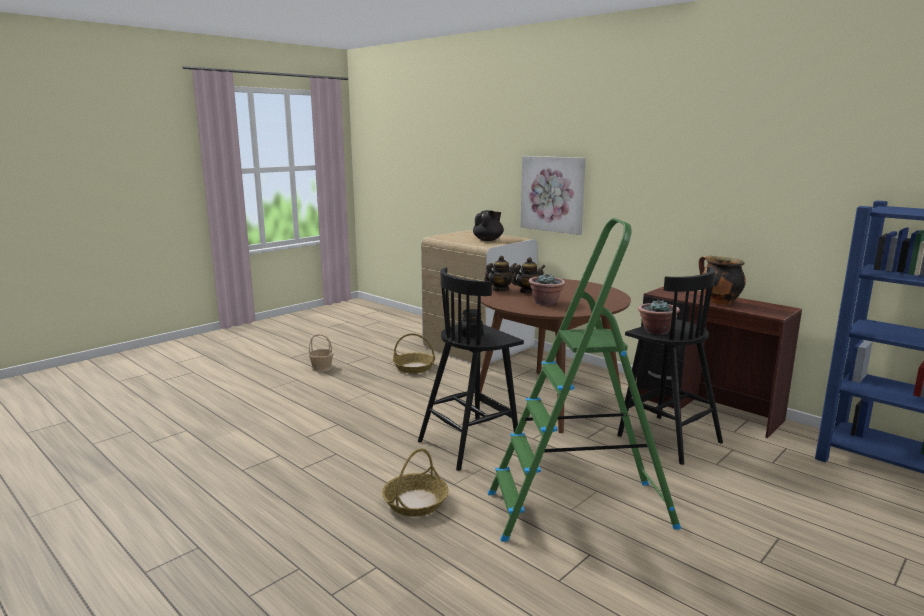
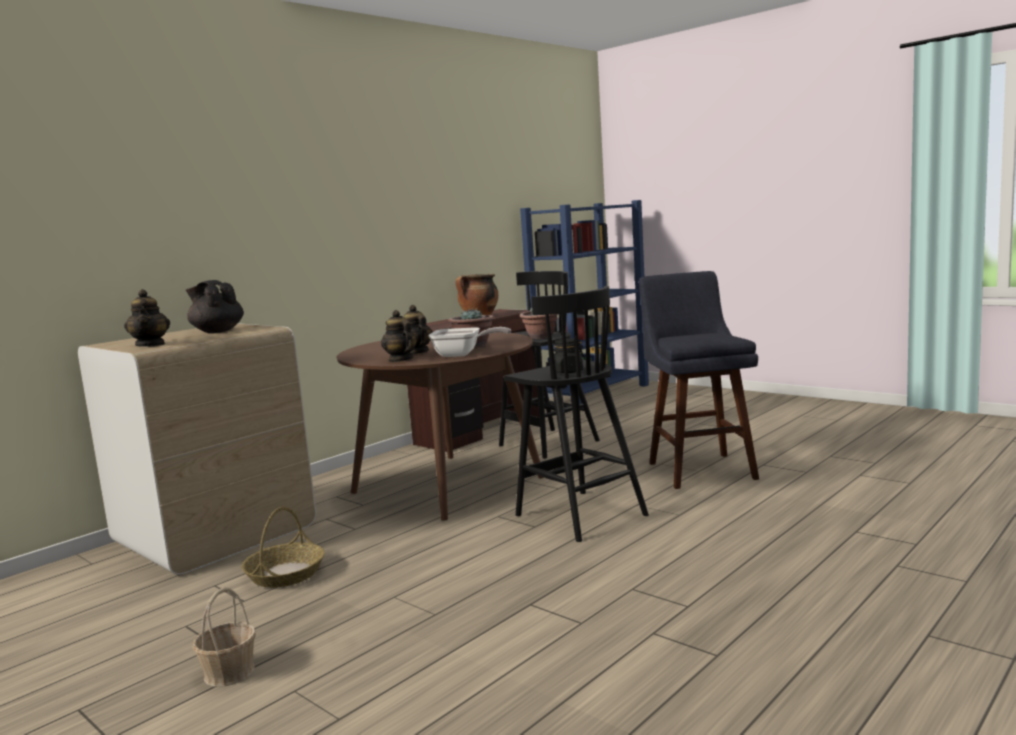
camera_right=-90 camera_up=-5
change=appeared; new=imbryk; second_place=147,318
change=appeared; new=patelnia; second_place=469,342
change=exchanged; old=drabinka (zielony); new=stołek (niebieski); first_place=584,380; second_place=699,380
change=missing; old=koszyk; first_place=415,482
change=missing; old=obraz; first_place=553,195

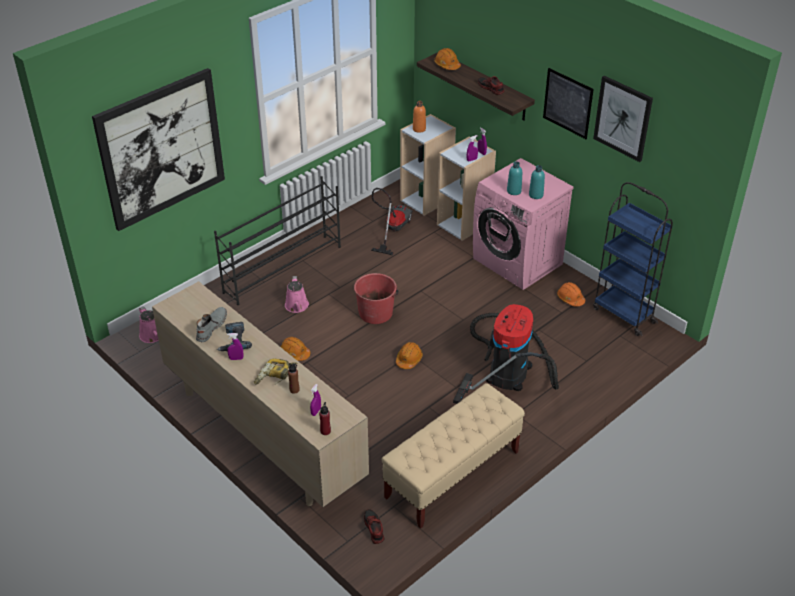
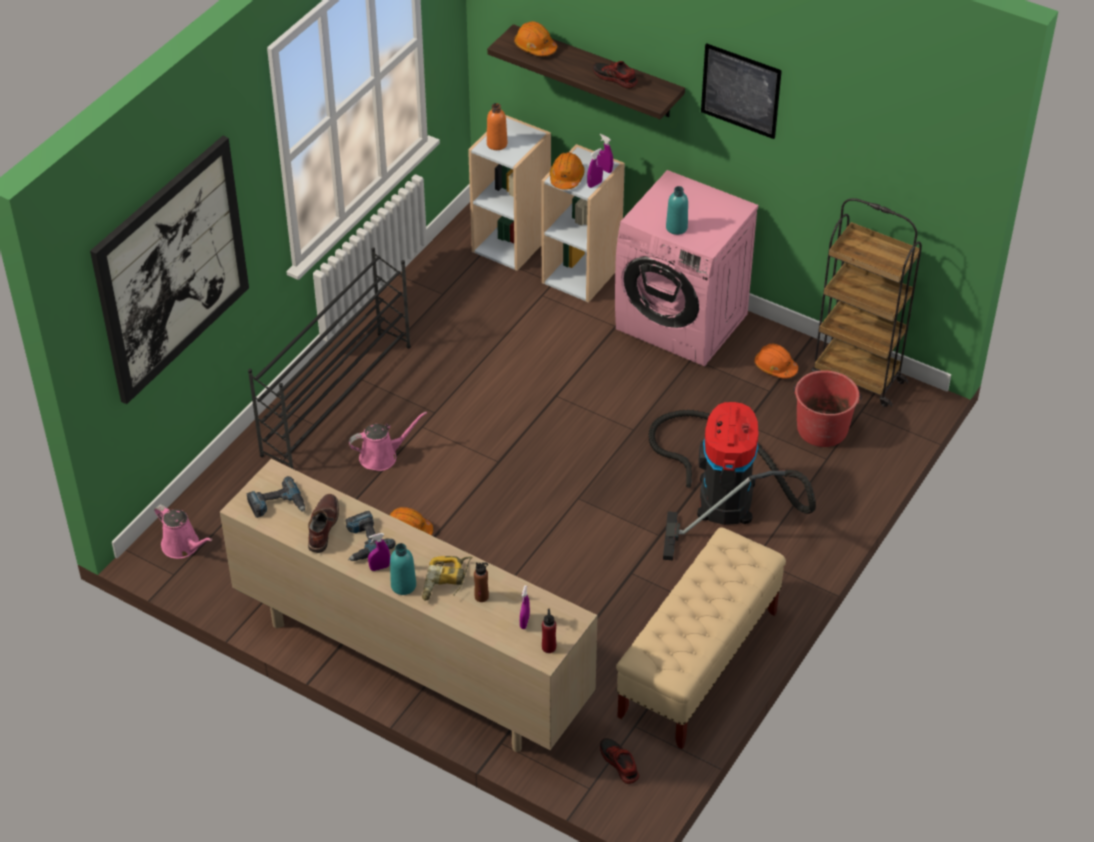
camera_right=-15 camera_up=5
change=appeared; new=wiertarka; second_place=276,497
change=colour; old=but z cholewką (szary); new=but z cholewką (brązowy); first_place=211,324; second_place=323,523
change=spun; old=konewka (różowy); first_place=297,294; second_place=388,441; degrees=-90
change=relocated; old=butelka (turkusowy); first_place=537,182; second_place=403,569
change=relocated; old=kask (pomarańczowy); first_place=409,355; second_place=567,171
change=relocated; old=wiadro (czerwony); first_place=376,298; second_place=827,408
change=colour; old=wózek (niebieski); new=wózek (brązowy); first_place=633,259; second_place=866,302
change=missing; old=odkurzacz; first_place=392,221
change=missing; old=obraz; first_place=623,119

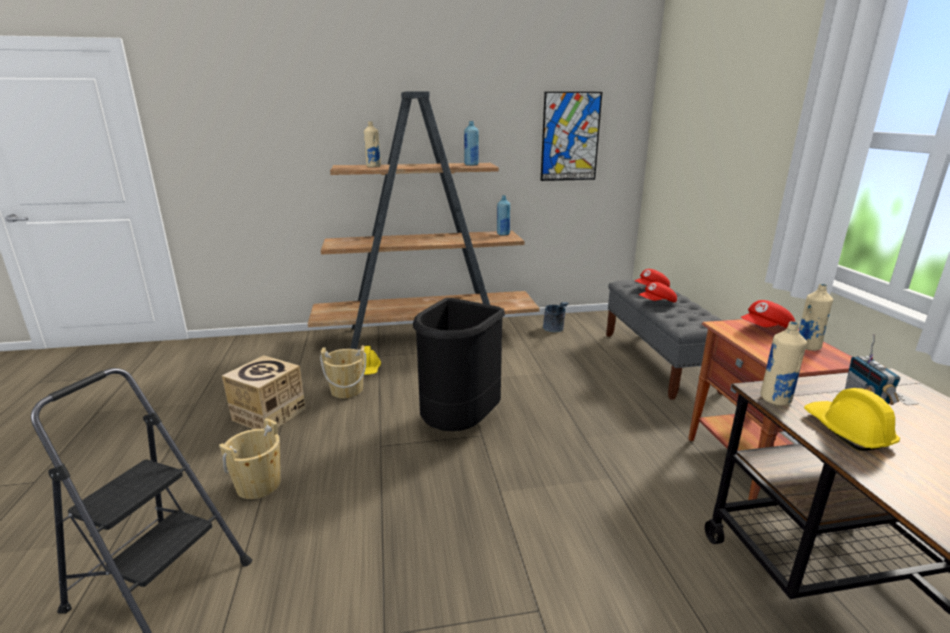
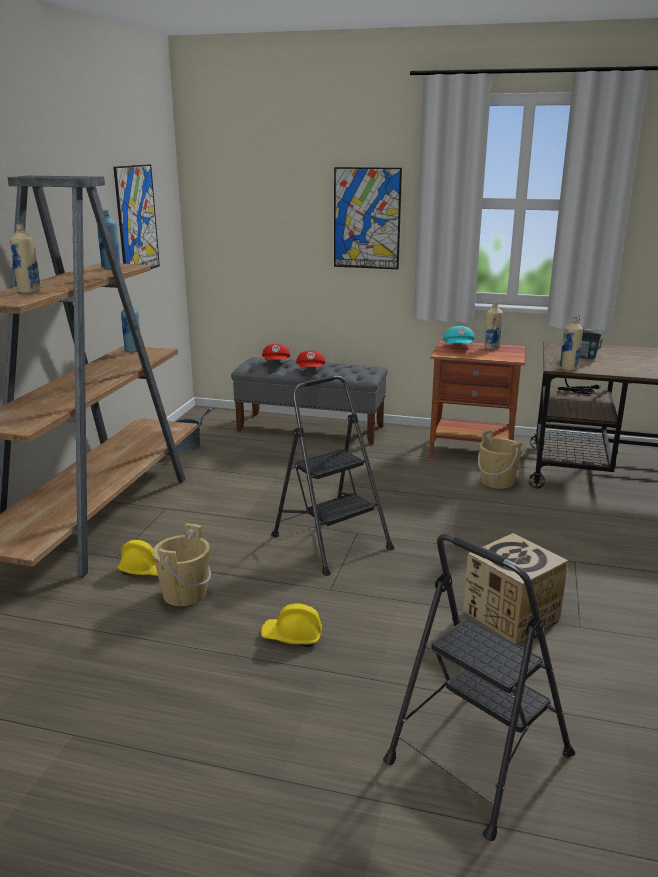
camera_right=-65 camera_up=0
change=relocated; old=kask (żółty); first_place=852,419; second_place=291,625
change=exchanged; old=kosz na śmieci (czarny); new=drabinka (czarny); first_place=459,364; second_place=333,475
change=appeared; new=obraz; second_place=368,218
change=colour; old=czapka z daszkiem (czerwony); new=czapka z daszkiem (turkusowy); first_place=767,314; second_place=459,335
change=relocated; old=karton; first_place=264,392; second_place=515,588
change=relocated; old=wiadro (beżowy); first_place=249,458; second_place=500,459

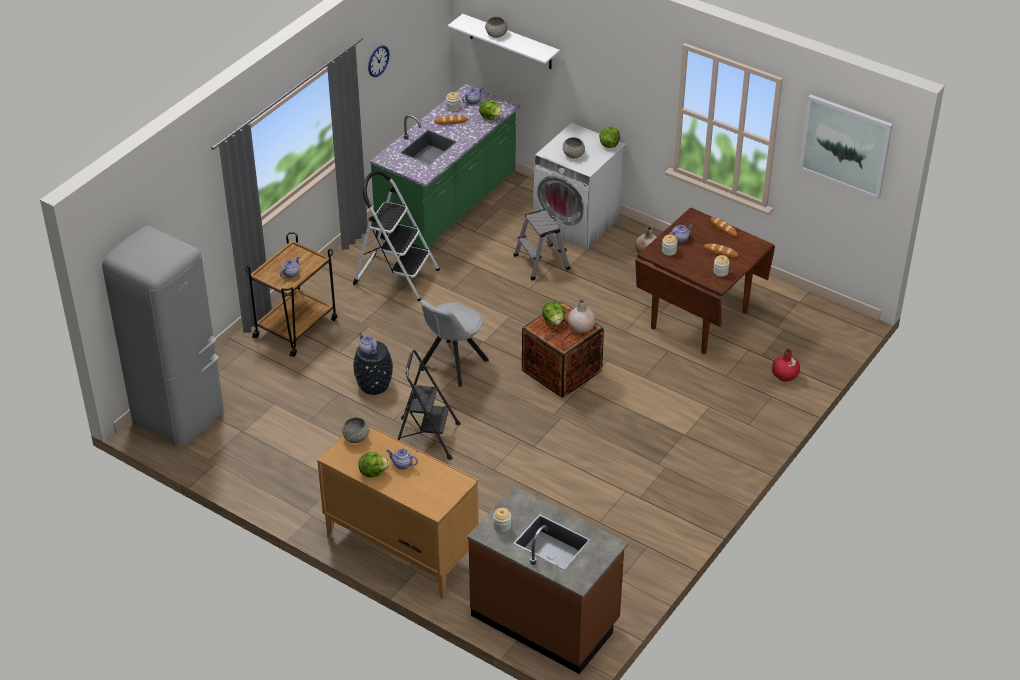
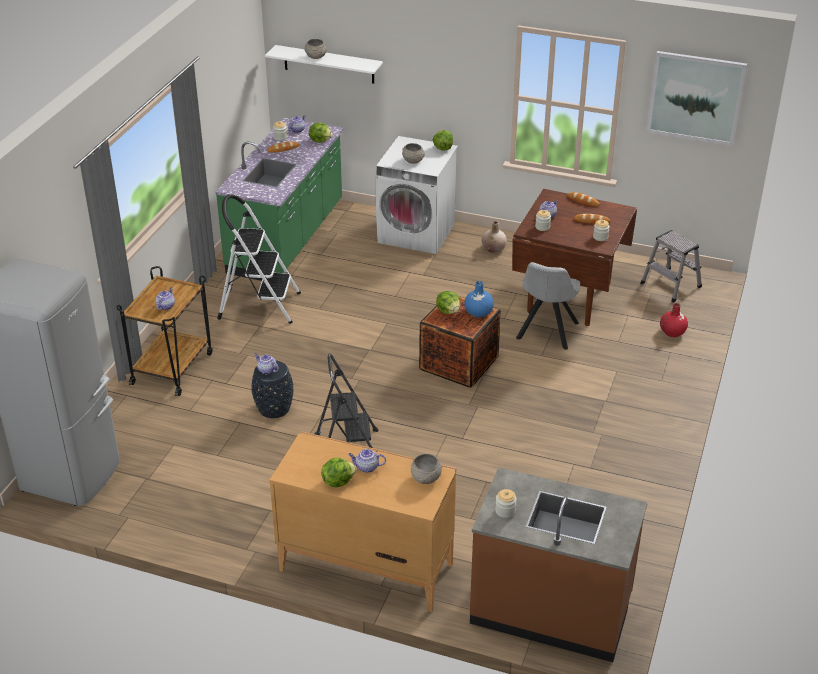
camera_right=-15 camera_up=-5
change=relocated; old=miska (szary); first_place=356,430; second_place=426,469
change=colour; old=wazon (beżowy); new=wazon (niebieski); first_place=581,316; second_place=479,299
change=relocated; old=krzesło (szary); first_place=454,343; second_place=548,306
change=relocated; old=drabinka (szary); first_place=542,245; second_place=671,266
change=missing; old=zegar ścienny; first_place=378,61

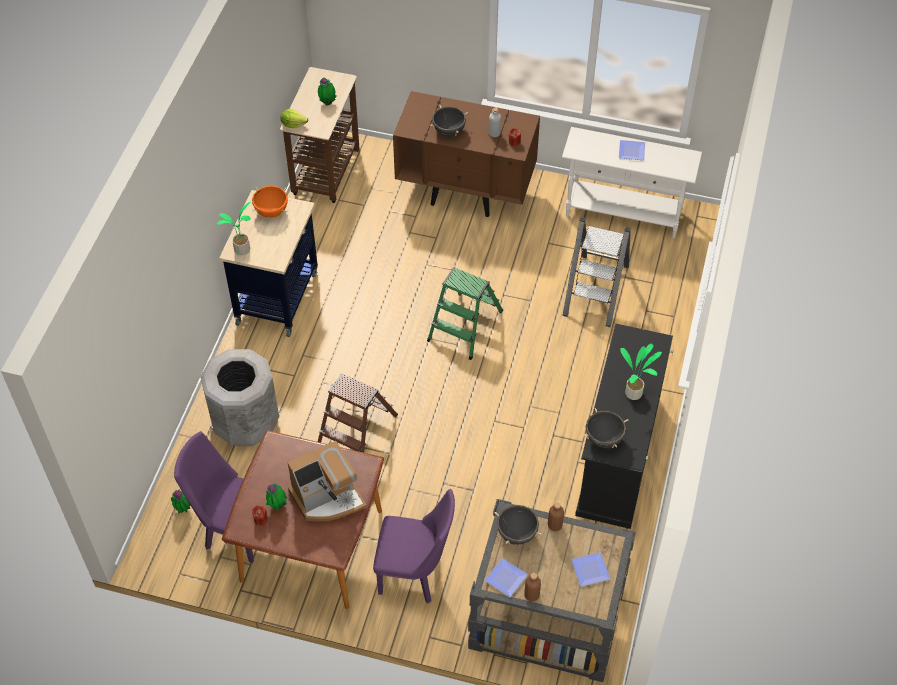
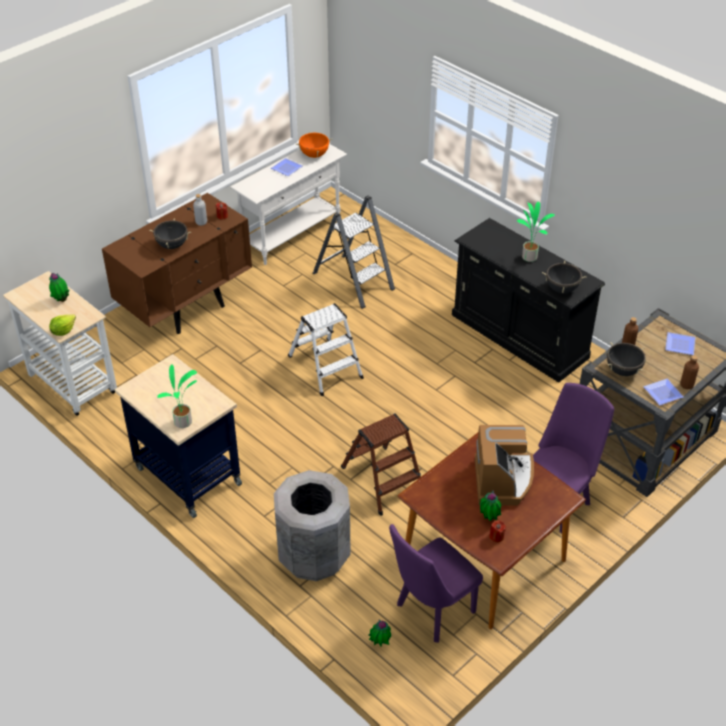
camera_right=-60 camera_up=-10
change=colour; old=wózek (brązowy); new=wózek (biały); first_place=320,135; second_place=60,343
change=colour; old=drabinka (zielony); new=drabinka (biały); first_place=465,313; second_place=326,349
change=relocated; old=garnek (pomarańczowy); first_place=270,202; second_place=314,145

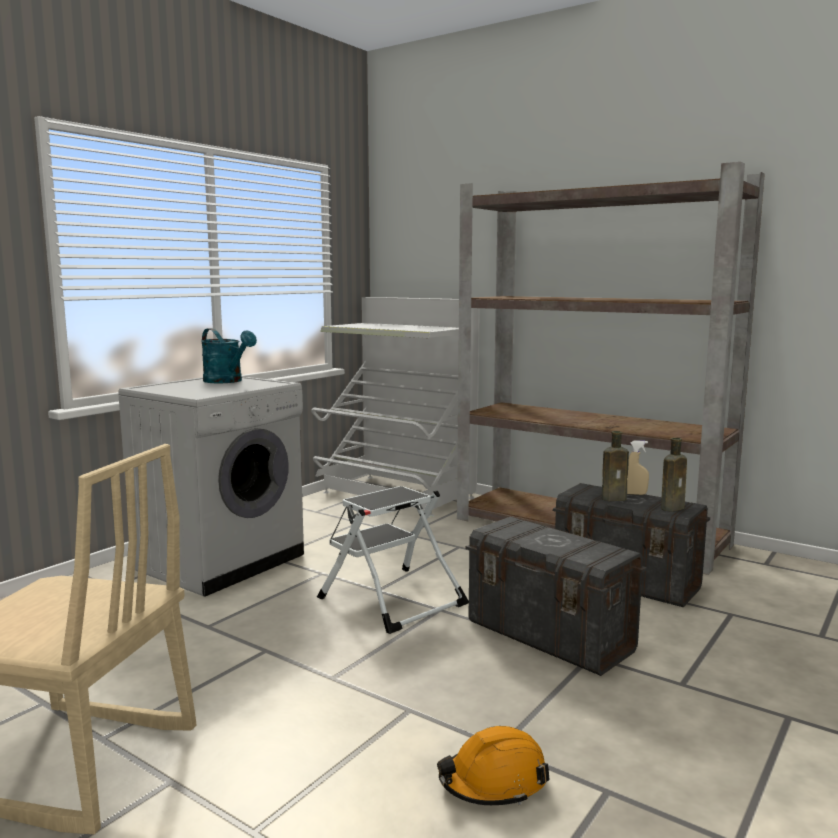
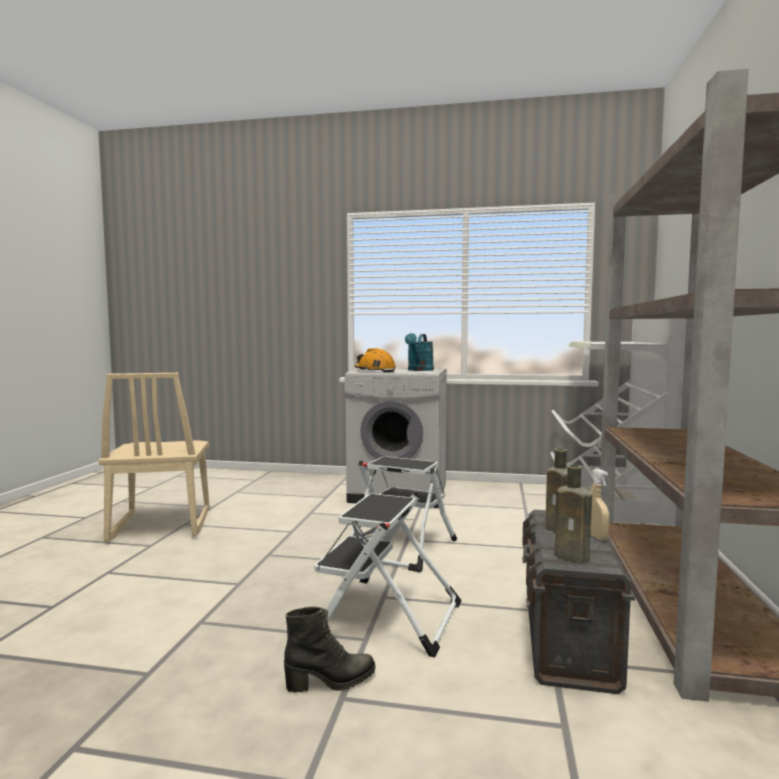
camera_right=65 camera_up=-5
change=appeared; new=but z cholewką (czarny); second_place=329,649
change=exchanged; old=pojemnik do przechowywania (szary); new=drabinka; first_place=556,596; second_place=388,574
change=relocated; old=kask (pomarańczowy); first_place=493,765; second_place=375,360

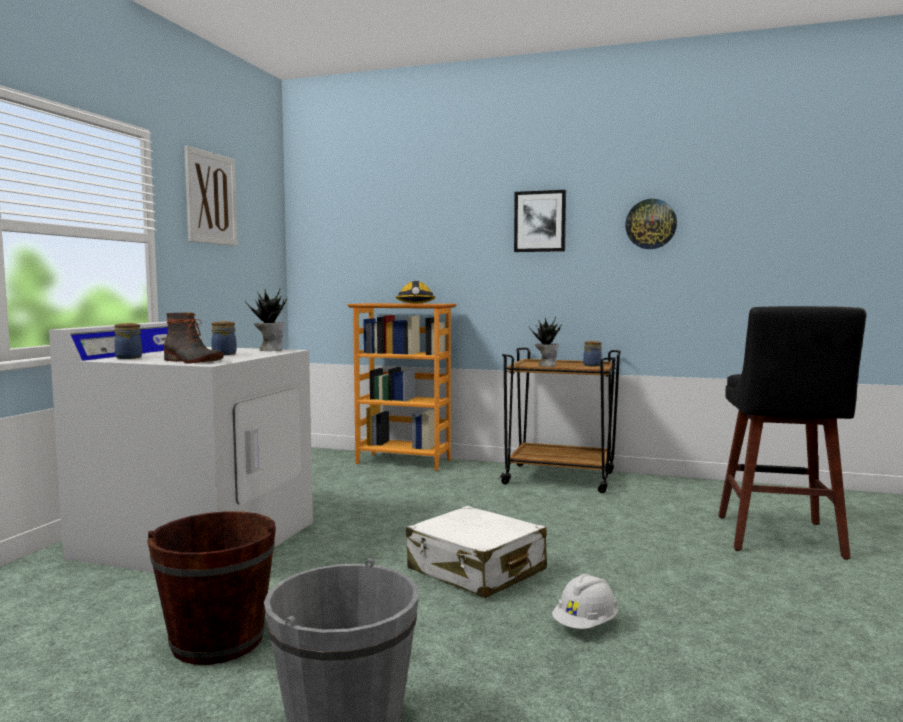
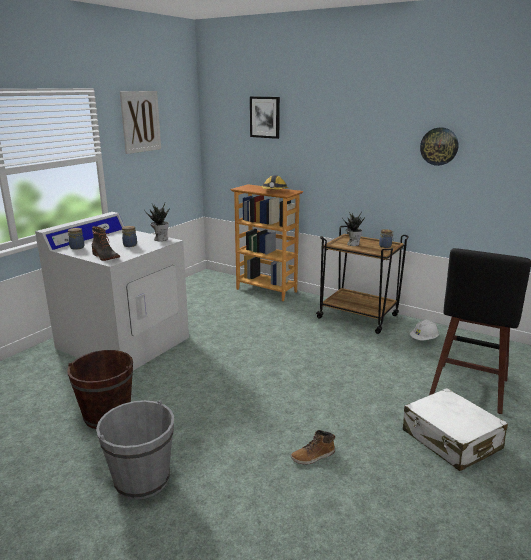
camera_right=15 camera_up=15
change=relocated; old=obraz; first_place=540,221; second_place=265,117
change=appeared; new=but z cholewką; second_place=313,447
change=relocated; old=walizka (biały); first_place=476,552; second_place=455,429
change=relocated; old=kask (biały); first_place=585,601; second_place=424,330

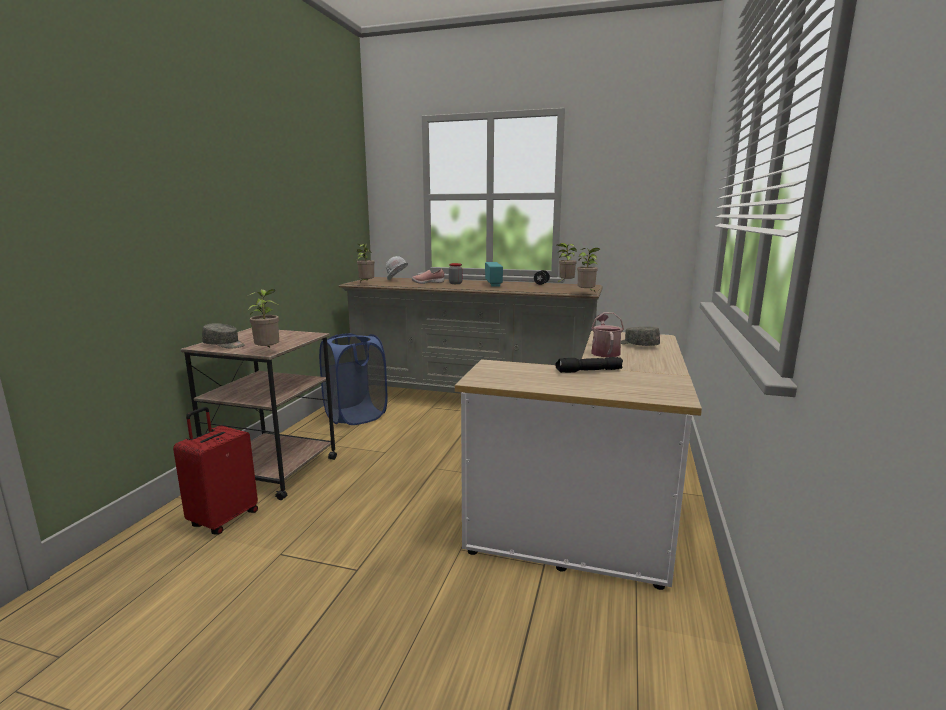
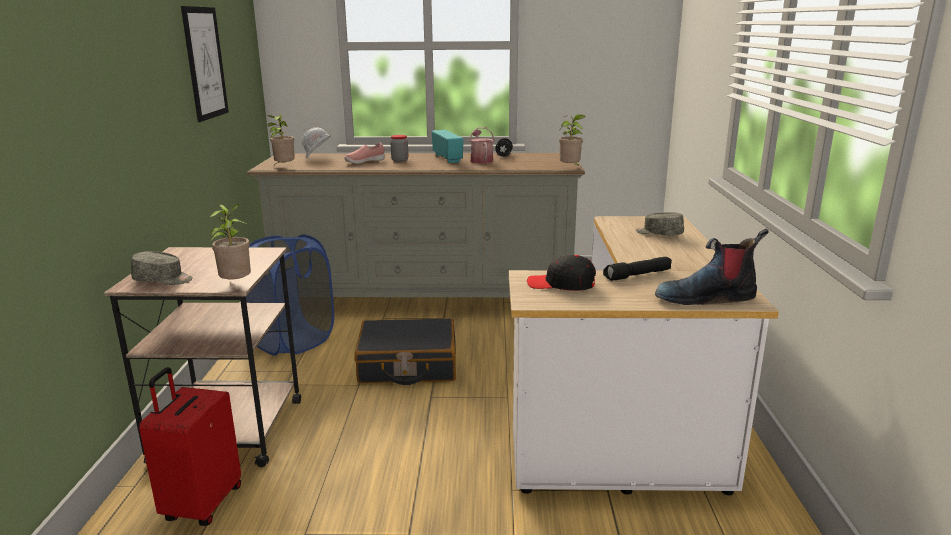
camera_right=-15 camera_up=5
change=appeared; new=obraz; second_place=205,64
change=appeared; new=walizka (czarny); second_place=405,351
change=relocated; old=konewka; first_place=607,334; second_place=482,145
change=appeared; new=czapka z daszkiem (czarny); second_place=561,273
change=appeared; new=but z cholewką; second_place=712,266
change=missing; old=roślina doniczkowa; first_place=566,263

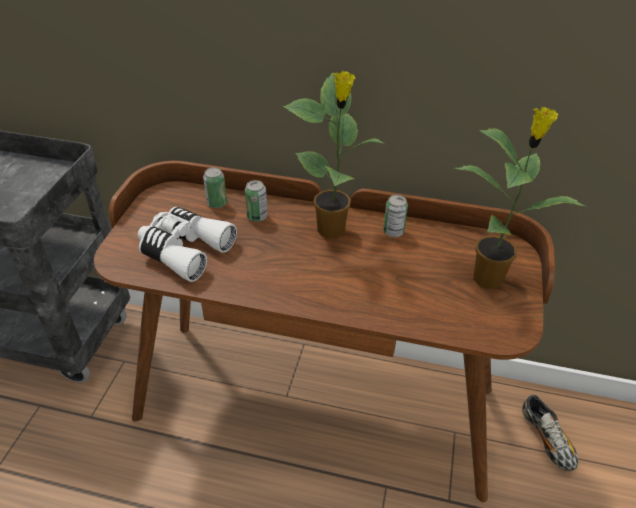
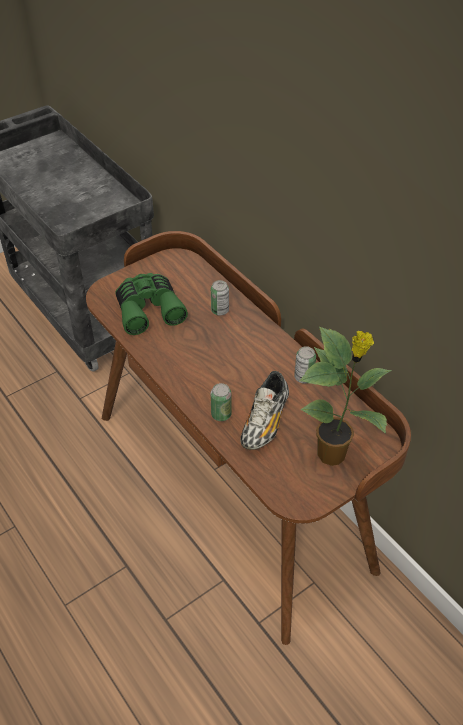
camera_right=40 camera_up=5
change=colour; old=lornetka (biały); new=lornetka (zielony); first_place=187,244; second_place=152,304
change=relocated; old=puszka; first_place=215,187; second_place=221,402
change=relocated; old=but; first_place=550,433; second_place=264,410
change=missing; old=roślina doniczkowa; first_place=334,155

